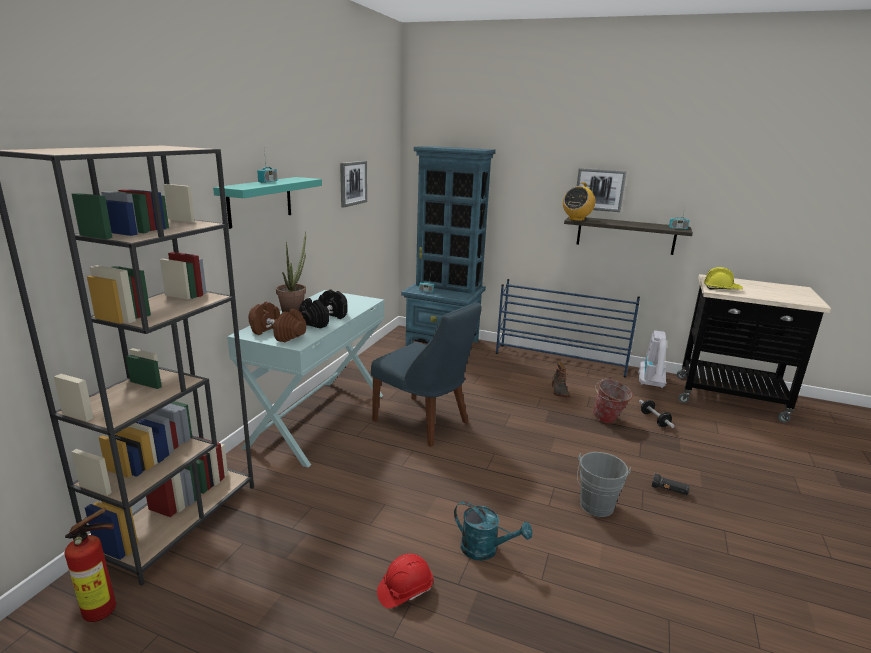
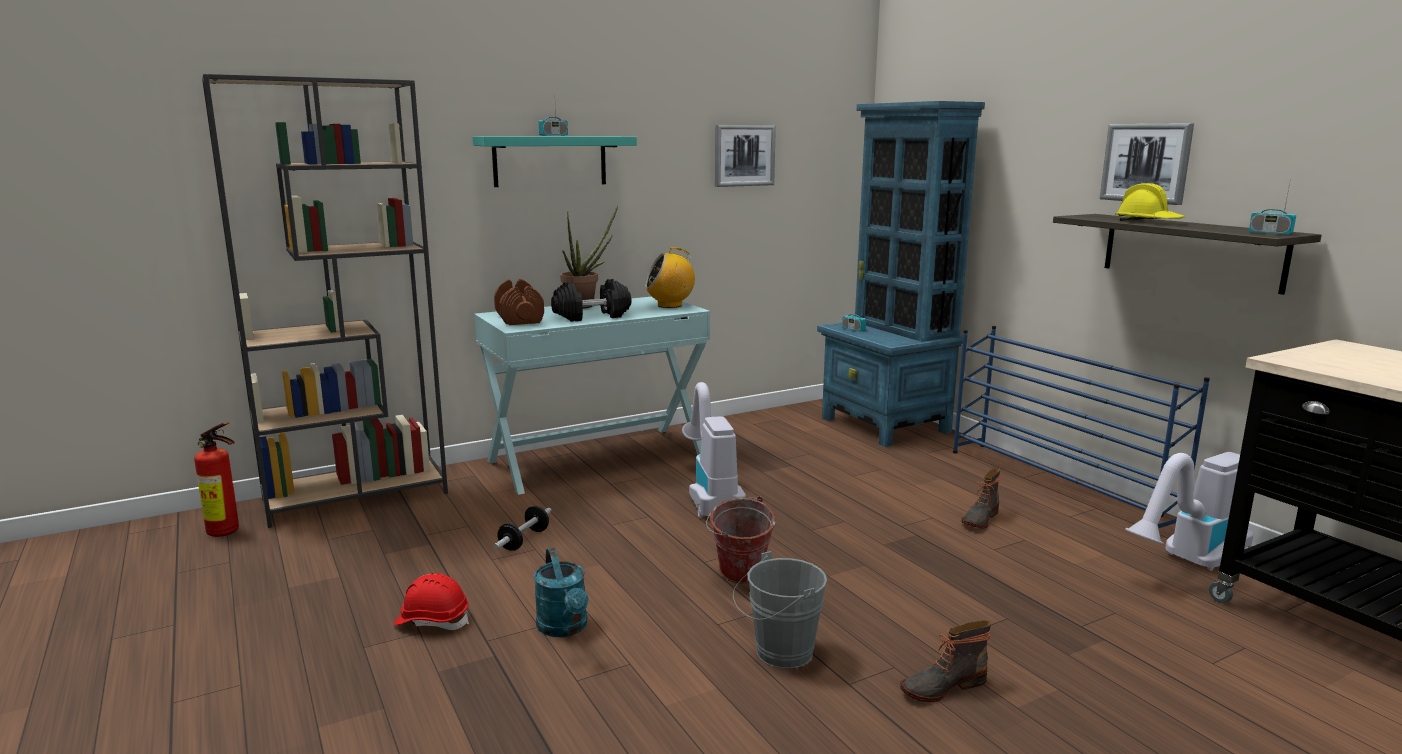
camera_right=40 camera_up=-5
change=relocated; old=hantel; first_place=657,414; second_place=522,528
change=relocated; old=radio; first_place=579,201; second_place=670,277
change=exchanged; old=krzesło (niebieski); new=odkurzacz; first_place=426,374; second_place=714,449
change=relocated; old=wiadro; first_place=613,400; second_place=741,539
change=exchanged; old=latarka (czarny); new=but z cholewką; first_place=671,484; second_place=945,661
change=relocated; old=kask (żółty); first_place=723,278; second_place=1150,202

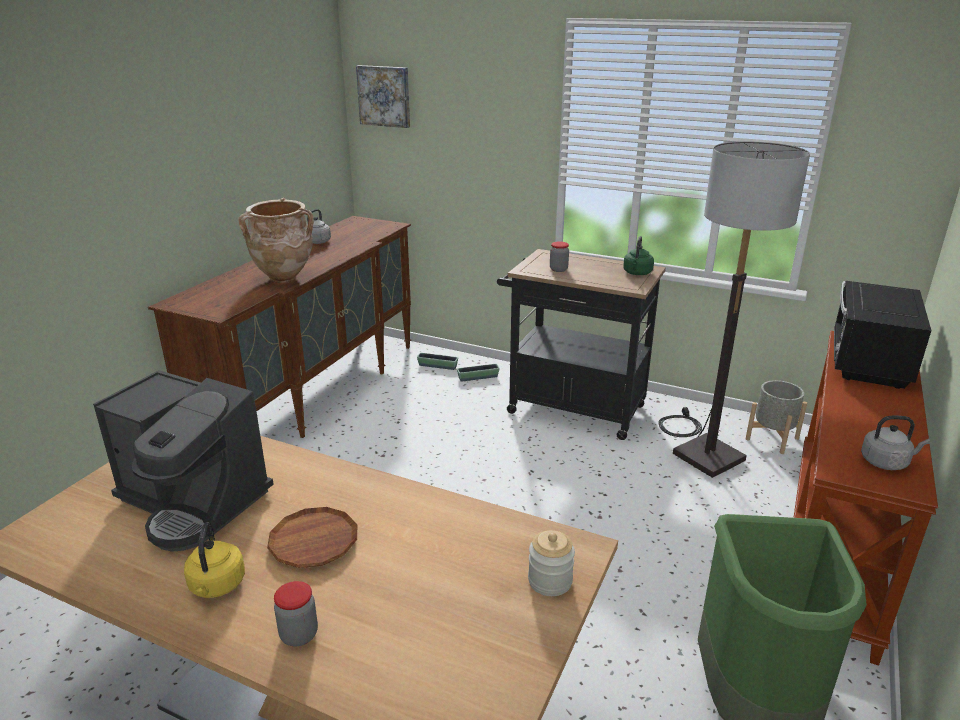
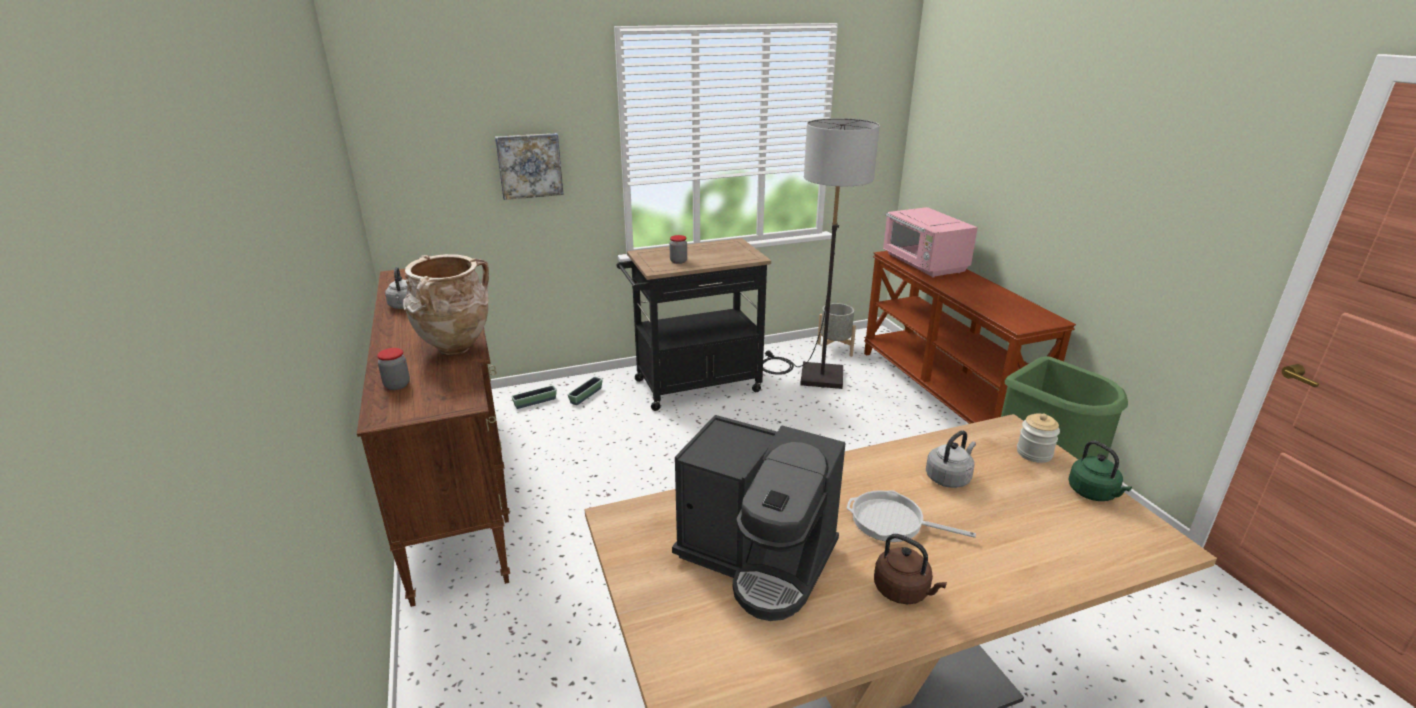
camera_right=-45 camera_up=0
change=relocated; old=słoik; first_place=296,613; second_place=393,369
change=relocated; old=obraz; first_place=383,96; second_place=529,166
change=spun; old=ekspres do kawy; first_place=183,461; second_place=758,518; degrees=45
change=exchanged; old=talerz (brązowy); new=patelnia; first_place=312,537; second_place=911,516
change=colour; old=czajnik (żółty); new=czajnik (brązowy); first_place=214,560; second_place=910,569
change=colour; old=mikrofalówka (czarny); new=mikrofalówka (różowy); first_place=883,335; second_place=930,242
change=relocated; old=czajnik (szary); first_place=895,442; second_place=951,459
change=relocated; old=czajnik (zielony); first_place=638,255; second_place=1100,471

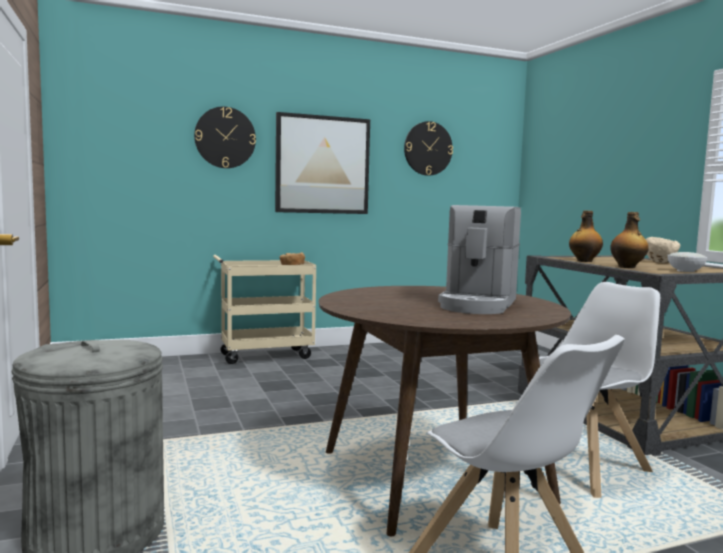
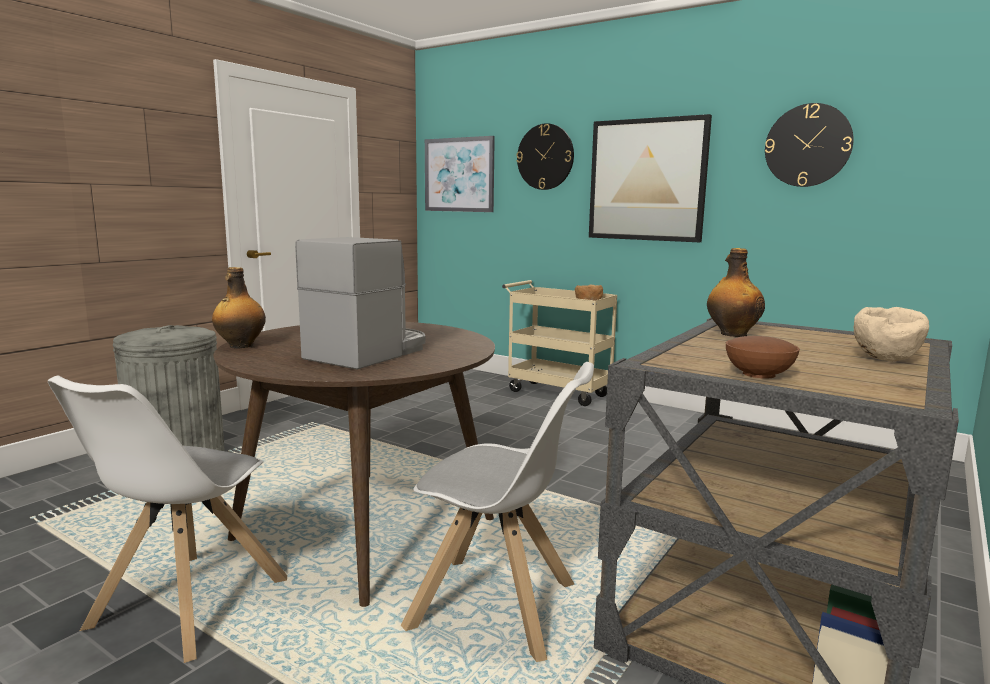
camera_right=55 camera_up=5
change=relocated; old=butelka; first_place=629,240; second_place=239,308
change=spun; old=ekspres do kawy; first_place=479,259; second_place=360,303; degrees=135
change=appeared; new=obraz; second_place=460,174
change=colour; old=miska (biały); new=miska (brązowy); first_place=687,262; second_place=763,357

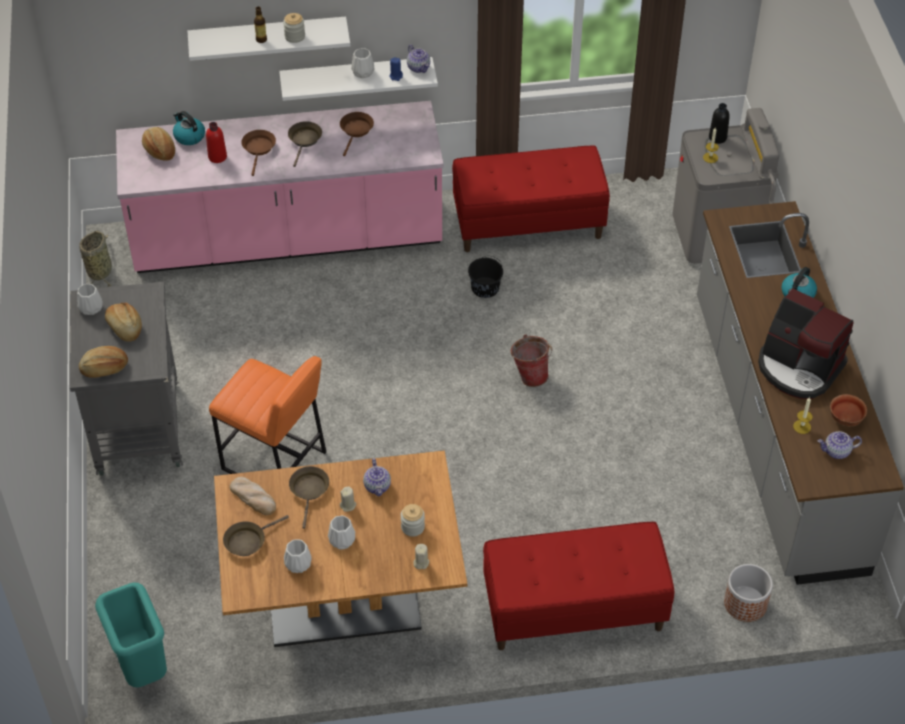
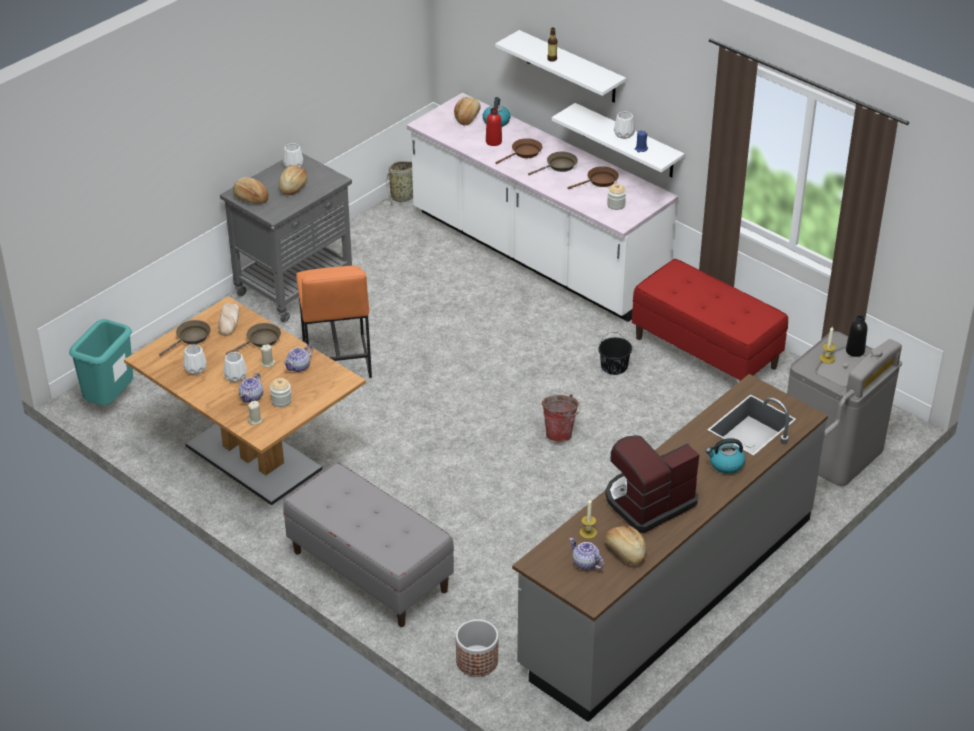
camera_right=50 camera_up=-10
change=spun; old=patelnia (brązowy); first_place=256,535; second_place=185,338; degrees=120
change=relocated; old=imbryk; first_place=418,59; second_place=251,388
change=colour; old=ławka (czerwony); new=ławka (szary); first_place=578,586; second_place=368,544
change=colour; old=zabudowa kuchenna (różowy); new=zabudowa kuchenna (biały); first_place=280,187; second_place=542,207
change=spun; old=ekspres do kawy; first_place=806,343; second_place=652,484; degrees=60
change=exchanged; old=miska; new=chleb; first_place=848,410; second_place=626,545
change=relocated; old=słoik; first_place=294,28; second_place=616,197

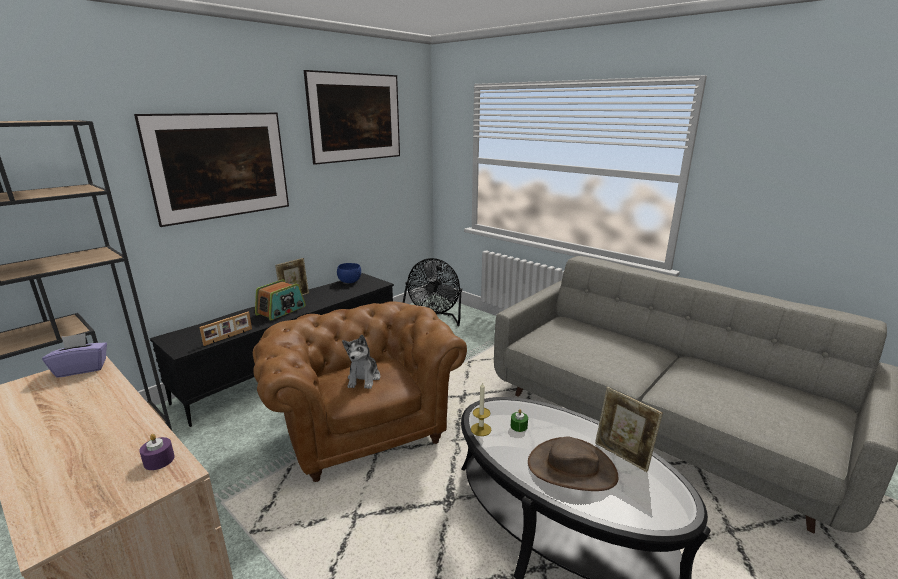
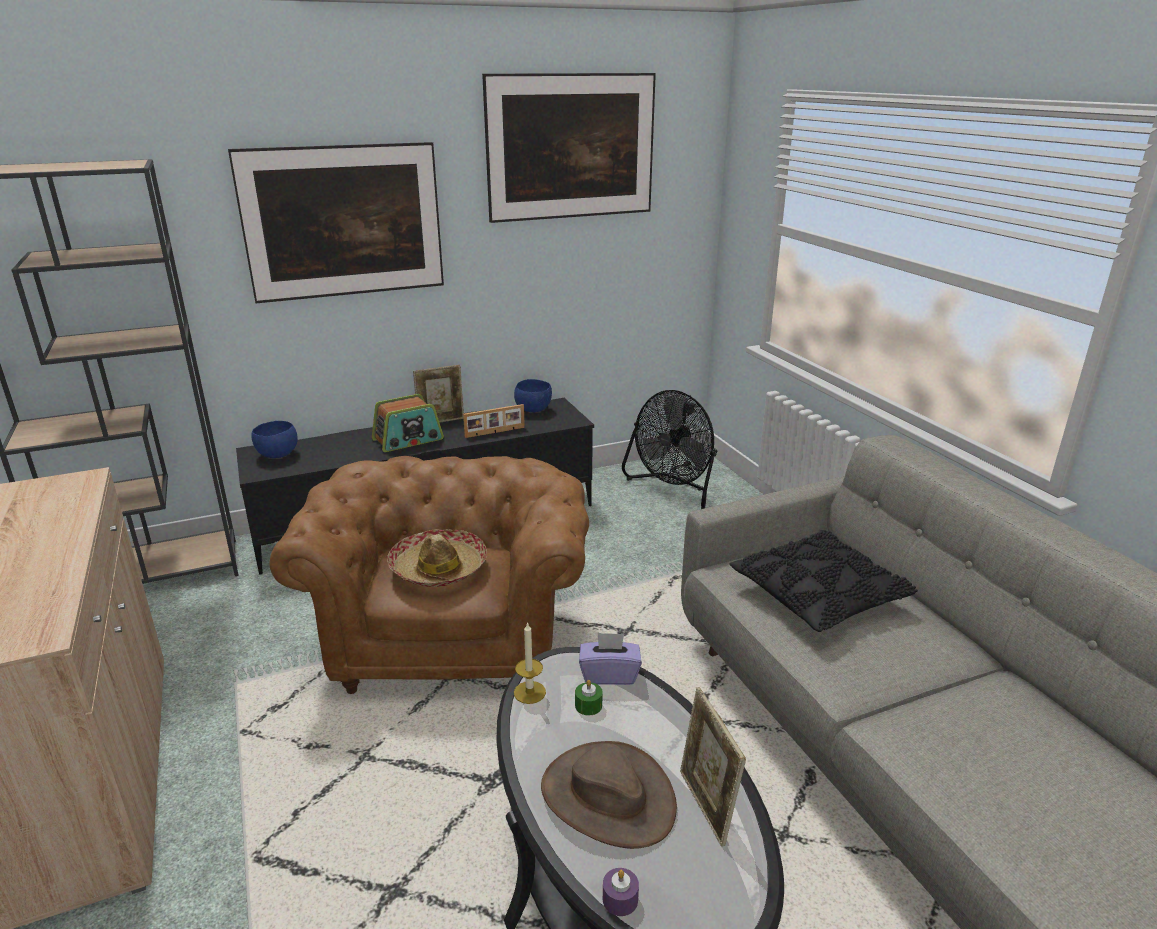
camera_right=25 camera_up=5
change=appeared; new=miska (niebieski); second_place=274,439
change=exchanged; old=pluszak; new=kapelusz; first_place=361,362; second_place=437,558
change=relocated; old=ramka na zdjęcie; first_place=225,329; second_place=494,421
change=relocated; old=pudełko chusteczek (fioletowy); first_place=74,355; second_place=610,658
change=relocated; old=świeca (fioletowy); first_place=157,452; second_place=621,892
change=appeared; new=poduszka (czarny); second_place=824,581

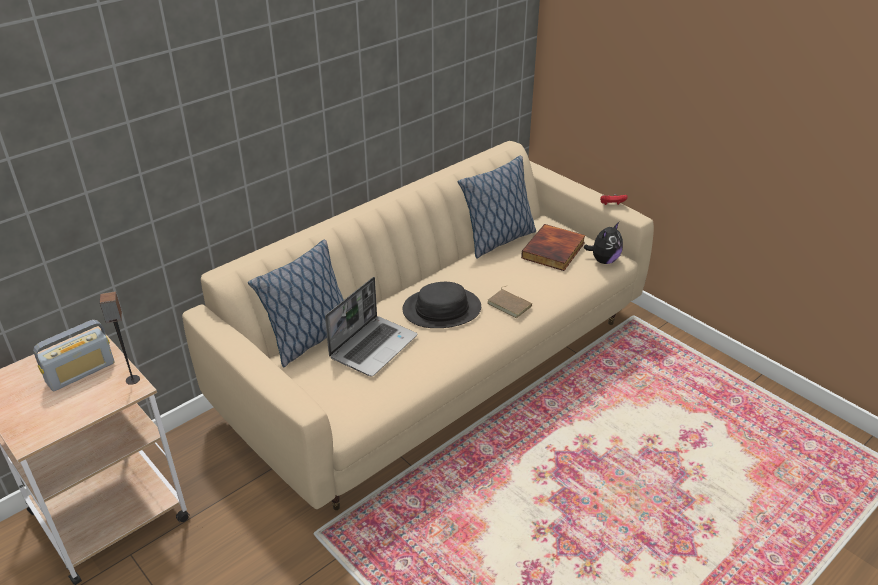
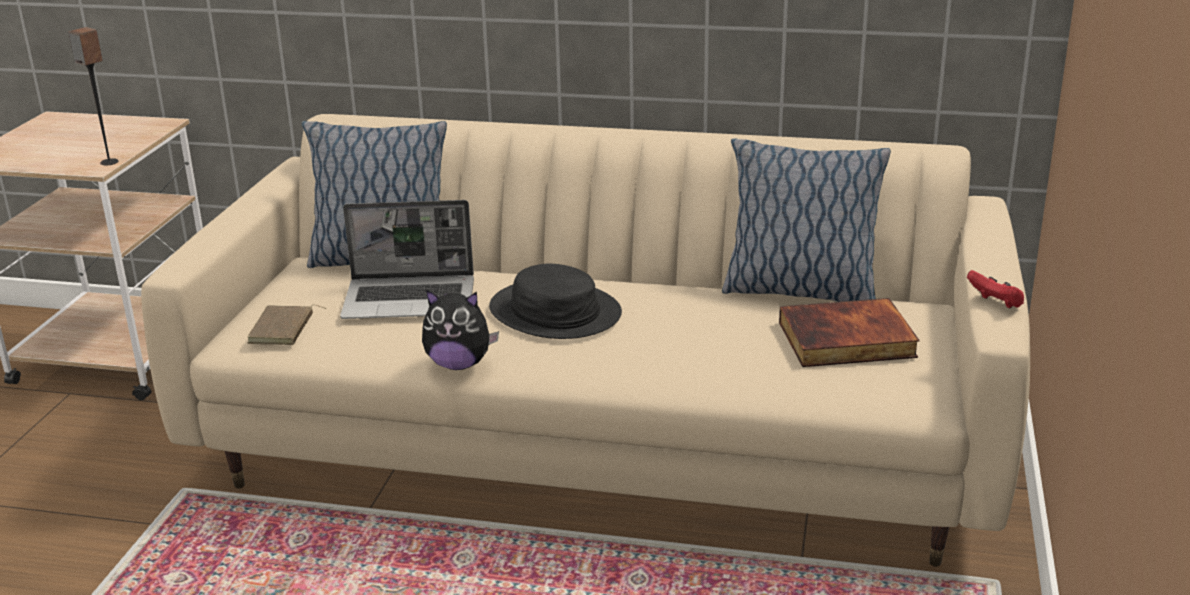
camera_right=55 camera_up=-10
change=relocated; old=książka (brązowy); first_place=509,302; second_place=287,325
change=relocated; old=pluszak; first_place=603,243; second_place=460,330
change=missing; old=radio; first_place=73,355

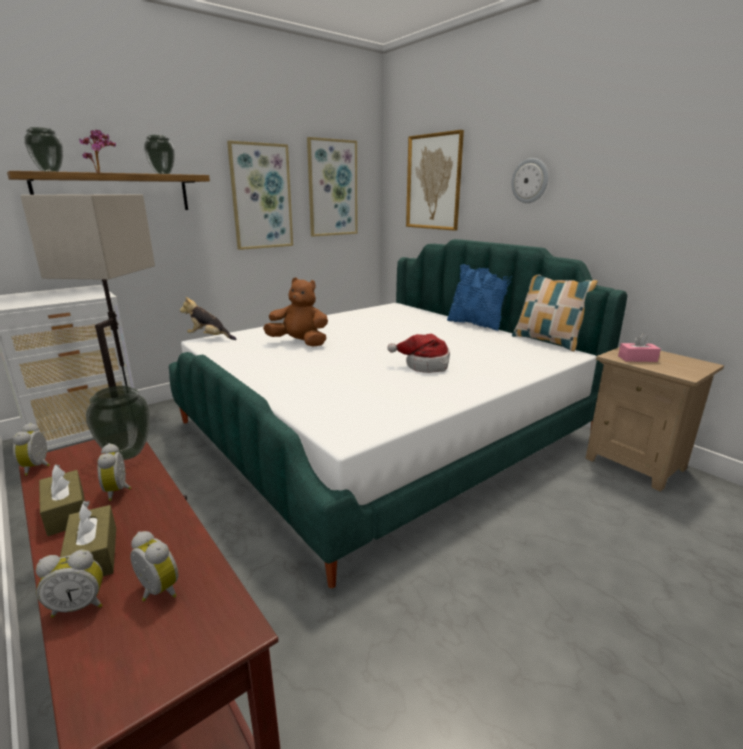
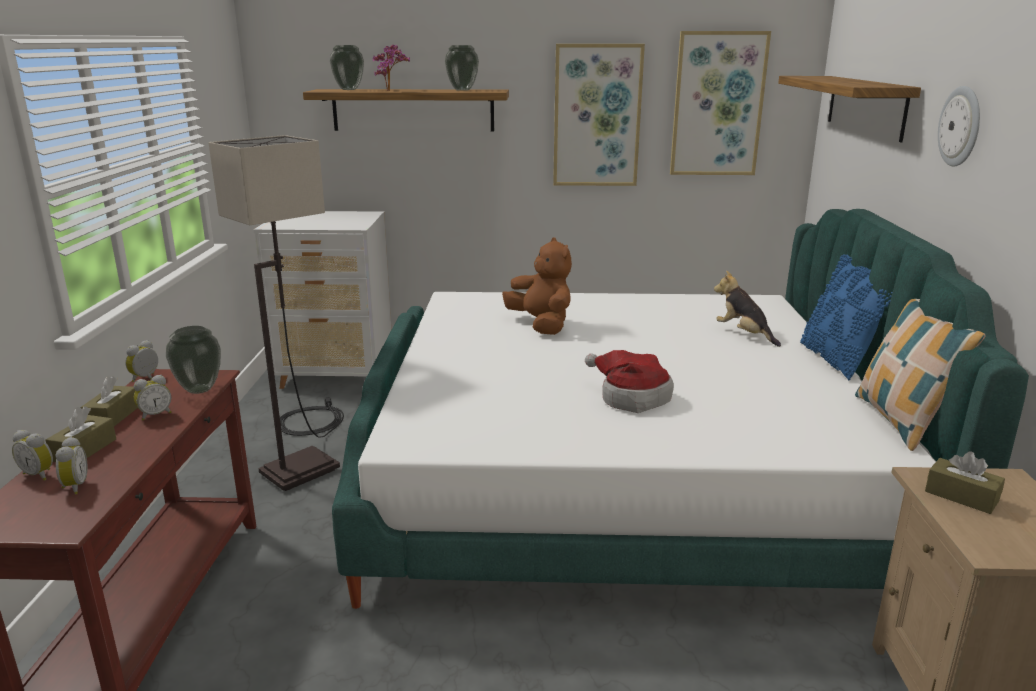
camera_right=40 camera_up=0
change=spun; old=budzik; first_place=114,472; second_place=152,398; degrees=-150
change=relocated; old=pluszak; first_place=208,318; second_place=747,309
change=exchanged; old=obraz; new=półka; first_place=435,180; second_place=849,109
change=colour; old=pudełko chusteczek (różowy); new=pudełko chusteczek (brązowy); first_place=639,347; second_place=965,482

